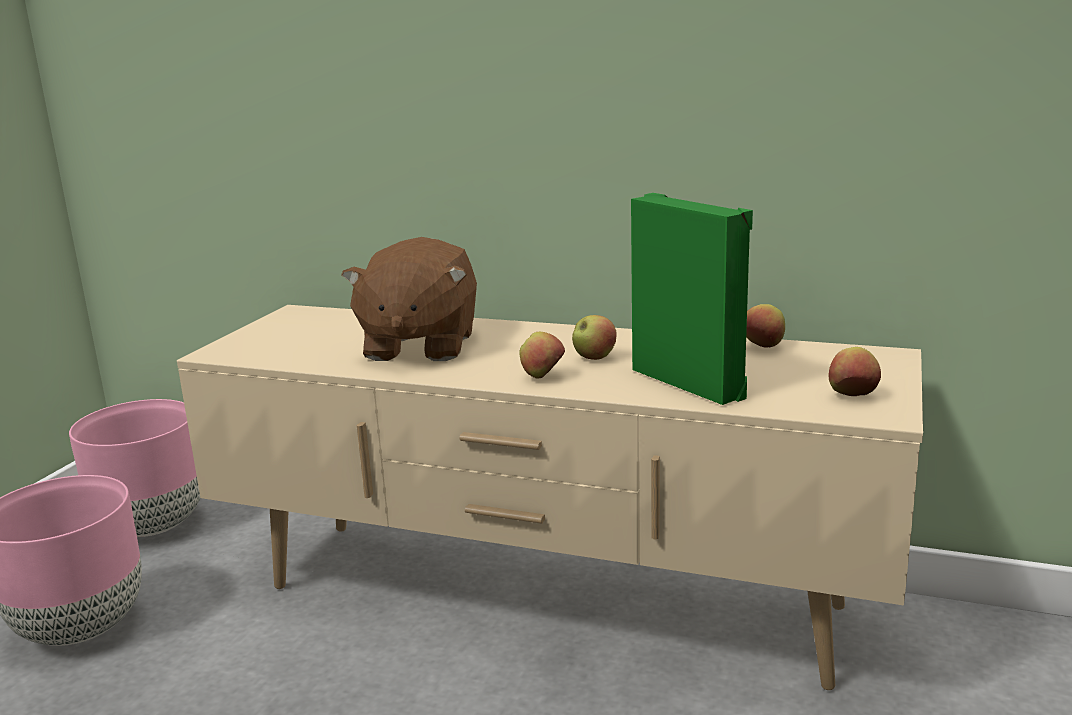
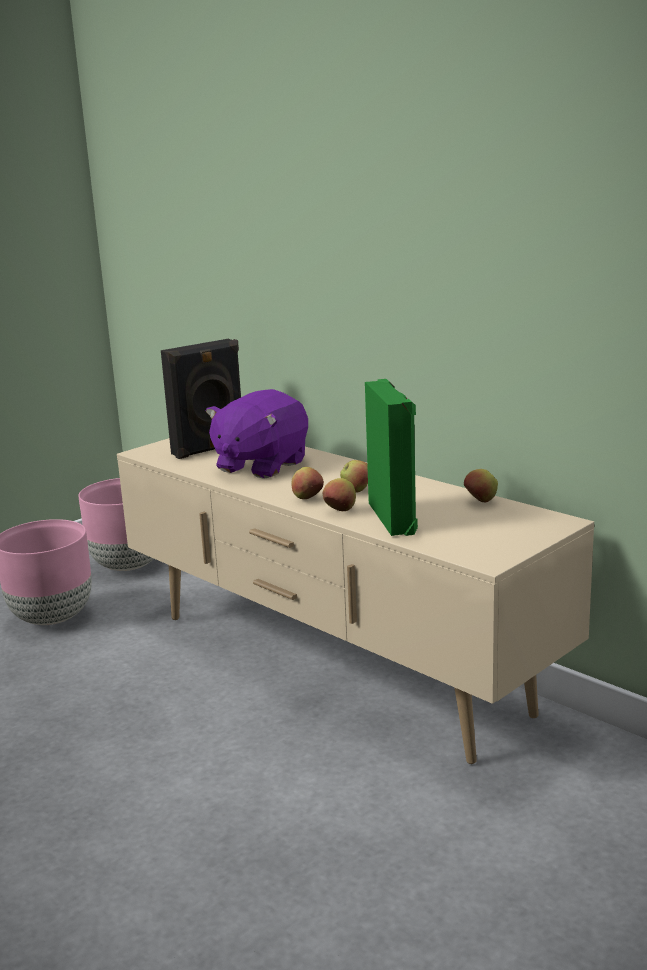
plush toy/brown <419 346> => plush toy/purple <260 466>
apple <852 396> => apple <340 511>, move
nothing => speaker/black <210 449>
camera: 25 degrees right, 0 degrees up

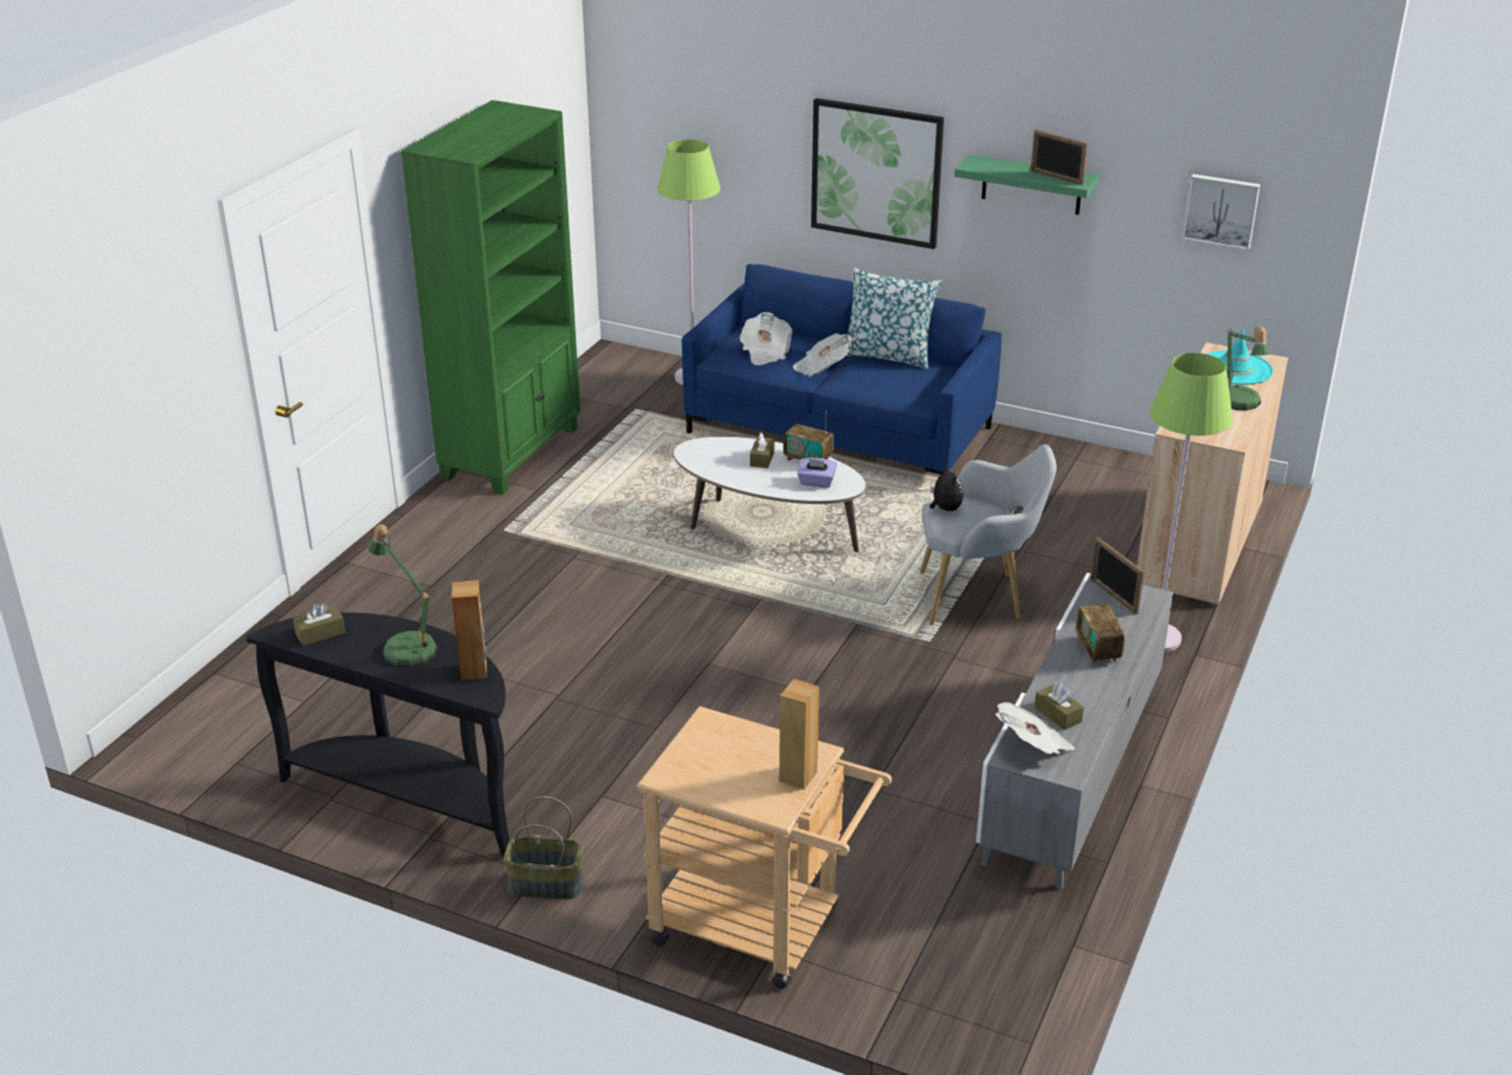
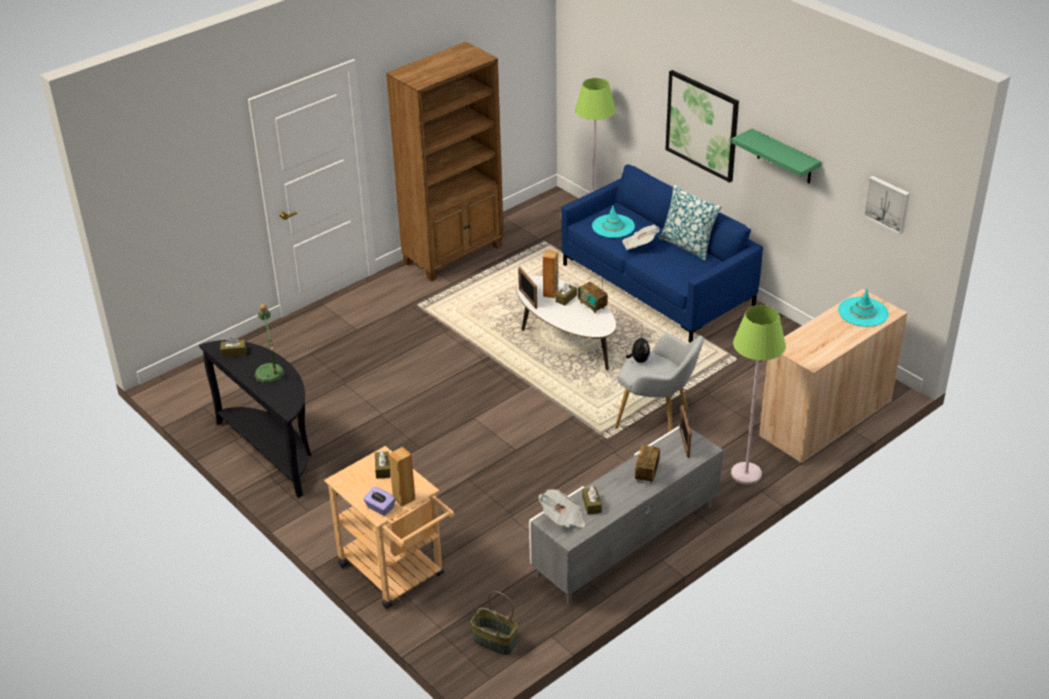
bookcase/green <512 453> => bookcase/brown <454 254>
speaker/brown <474 670> => speaker/brown <551 293>, move
basket <545 885> => basket <494 641>, move
newspaper <765 353> => hat/turquoise <613 226>
tissue box/purple <816 482> => tissue box/purple <380 508>, move
picture frame <1056 177> => picture frame <527 298>, move
table lamp <1239 404> => nothing
nothing => tissue box/brown <383 469>
camera: 25 degrees right, 5 degrees up

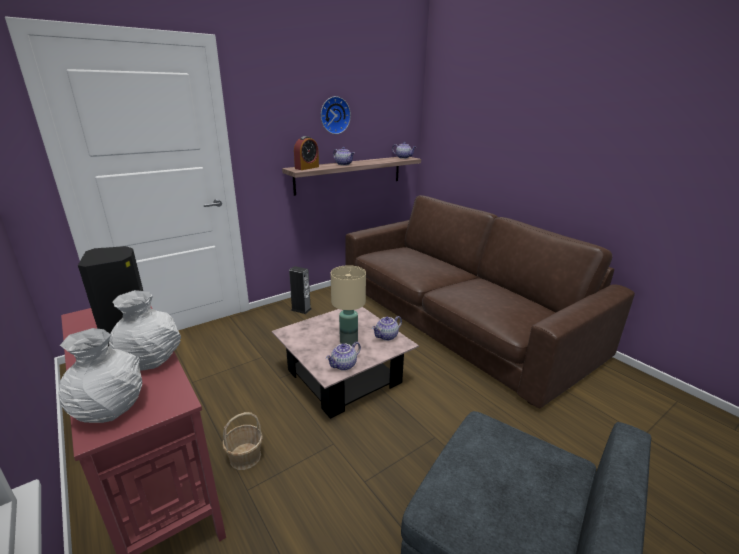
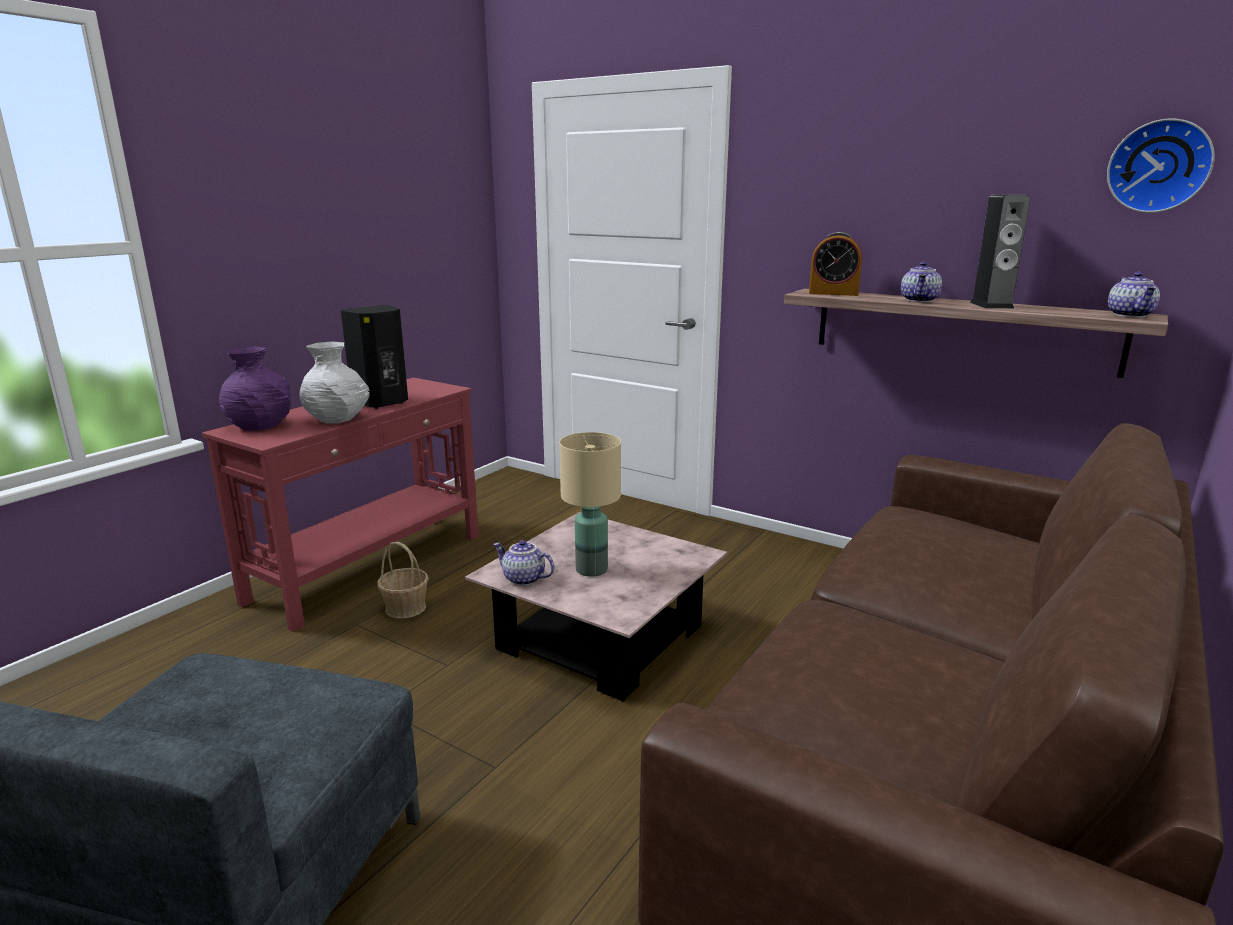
vase/white <110 408> => vase/purple <261 425>
speaker <301 309> => speaker <991 305>, move
wall clock <334 115> => wall clock <1158 166>, move
teapot <387 336> => nothing
camera: 70 degrees right, 5 degrees down

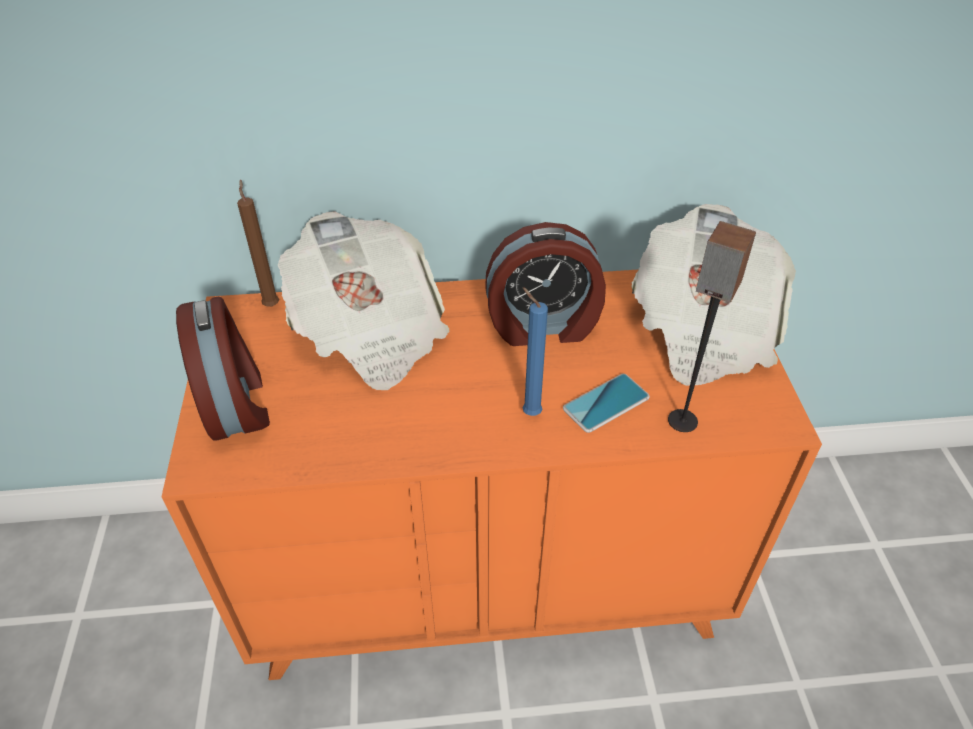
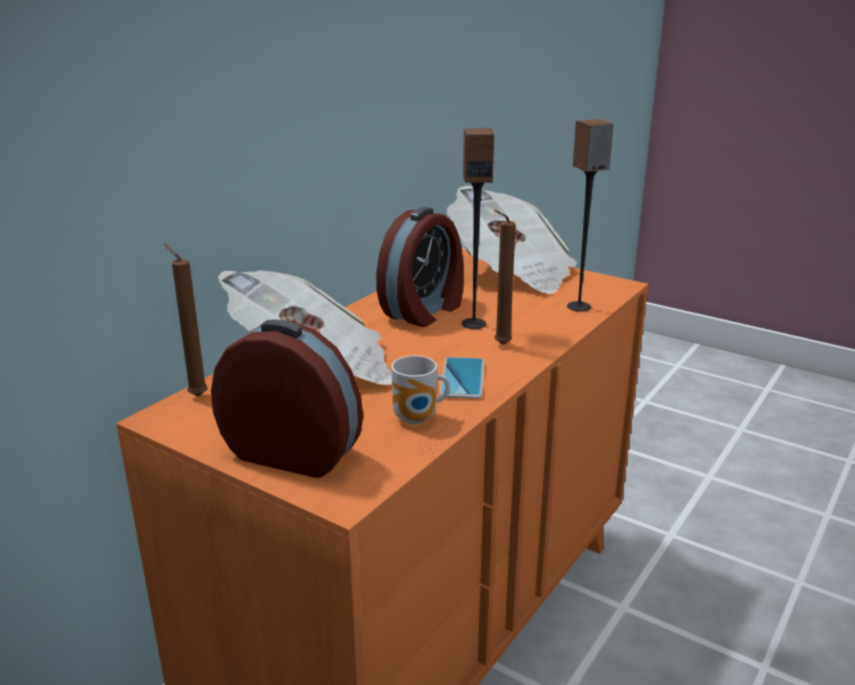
candle/blue <529 412> => candle/brown <499 345>
phone <606 403> => phone <462 379>, move
nothing => mug <418 419>
nothing => speaker <473 323>
camera: 50 degrees left, 20 degrees down

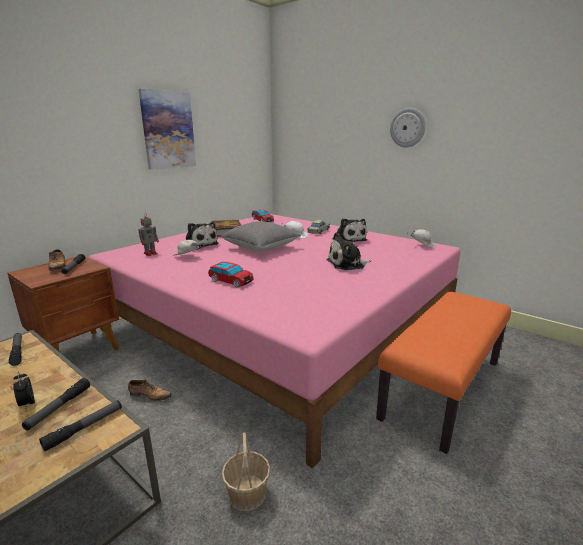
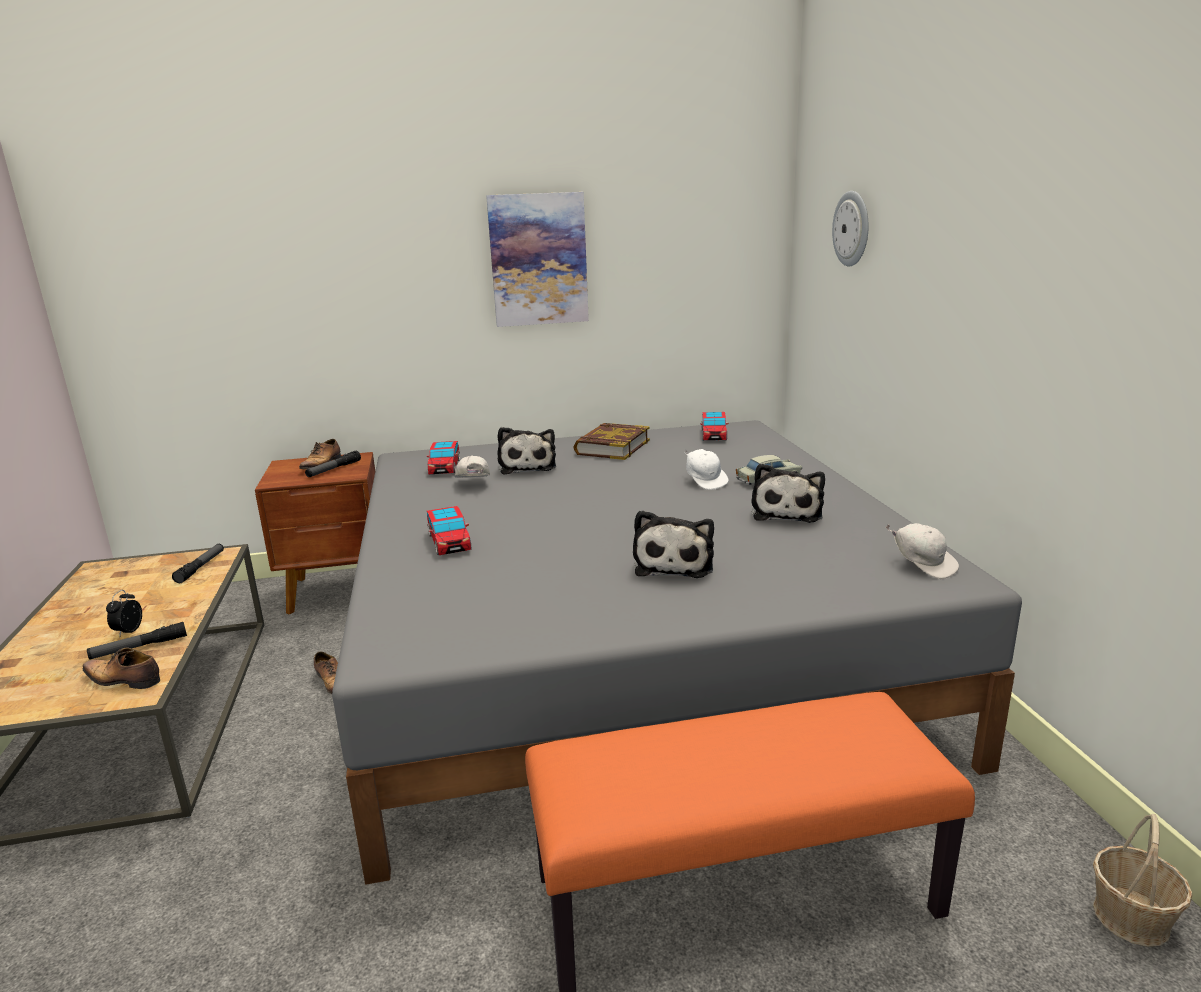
flashlight <84 428> => shoe <123 680>
bed/pink <281 324> => bed/grey <626 646>
toy robot <151 253> => toy car <444 467>
pillow/grey <261 248> => nothing
basket <247 493> => basket <1131 917>, move
plush toy <347 264> => plush toy <674 564>, 105 degrees counterclockwise
wall clock <407 128> => wall clock <852 229>, move
camera: 40 degrees right, 0 degrees up

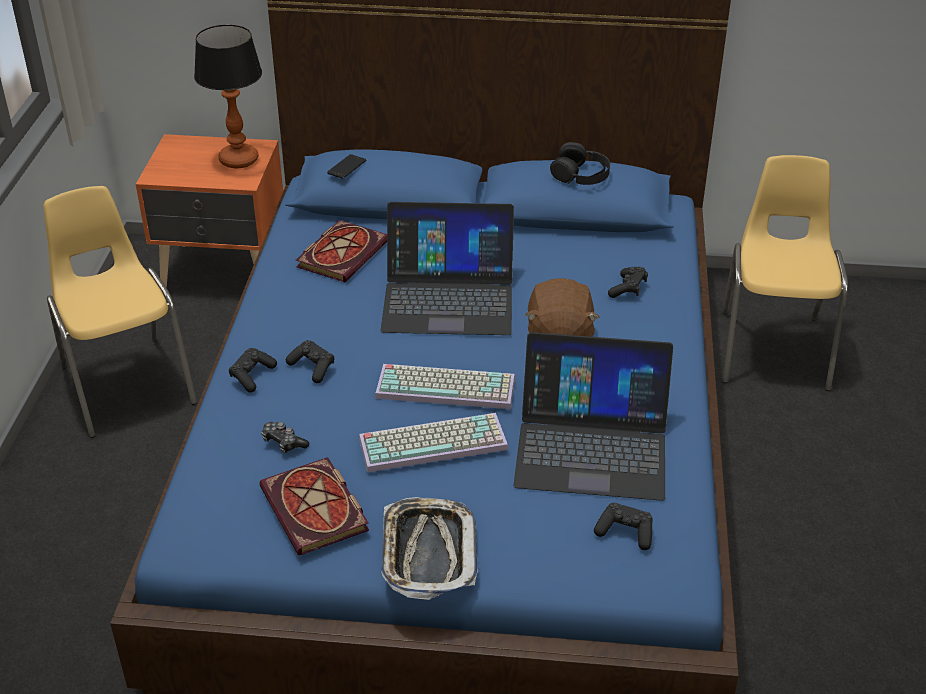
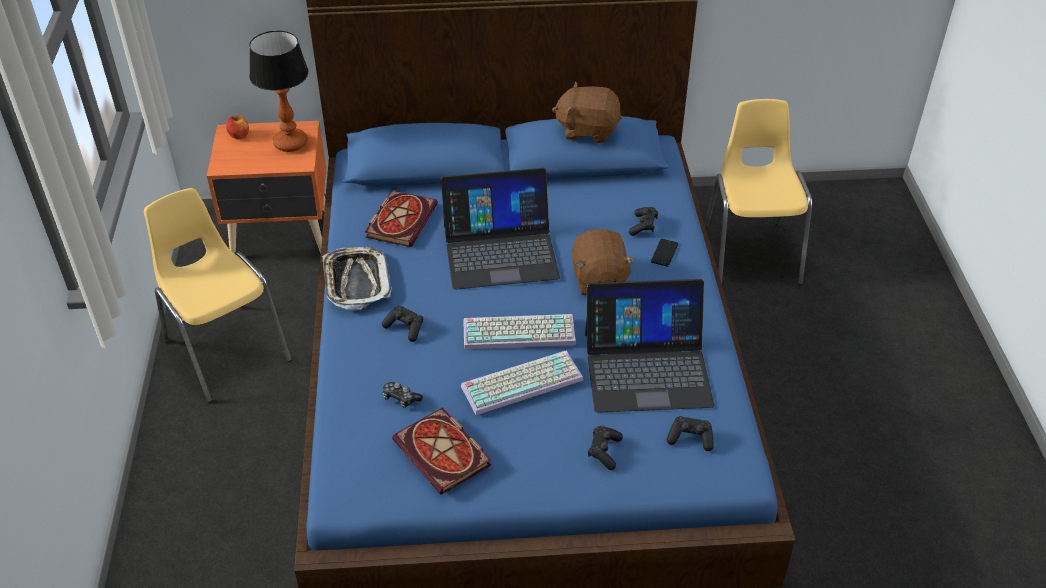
game controller/black <252 376> => game controller/black <604 452>, move
phone <346 167> => phone <664 253>, move
tray <428 552> => tray <356 282>, move
headphones/black <581 174> => plush toy/brown <587 130>
nothing => apple <239 135>
camera: 10 degrees left, 5 degrees up

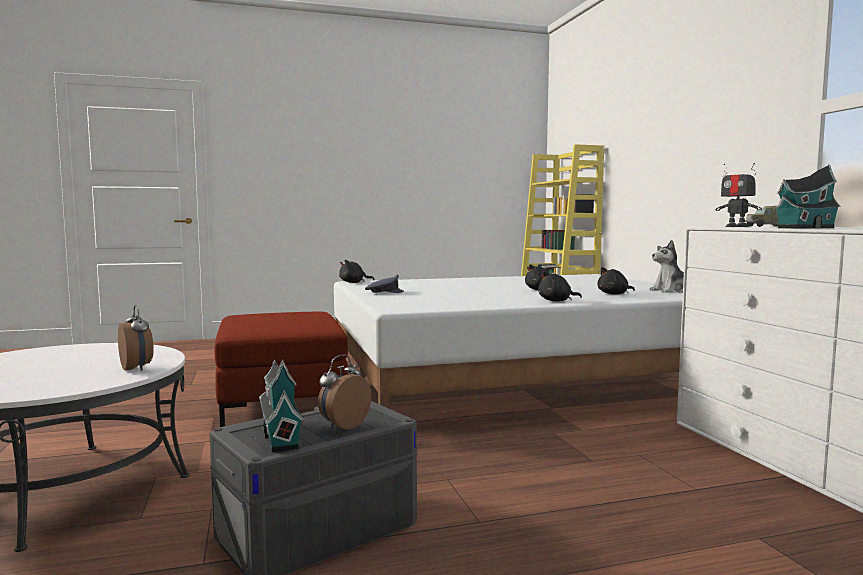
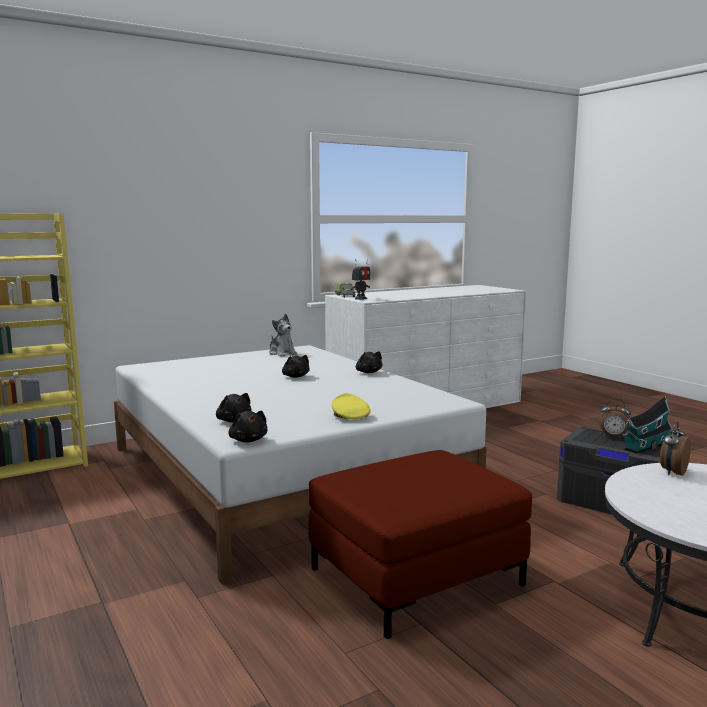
cap/grey <383 292> => cap/yellow <349 416>
plush toy/black <614 294> => plush toy/black <233 421>, move
toy house <804 228> => nothing
camera: 105 degrees left, 5 degrees up

